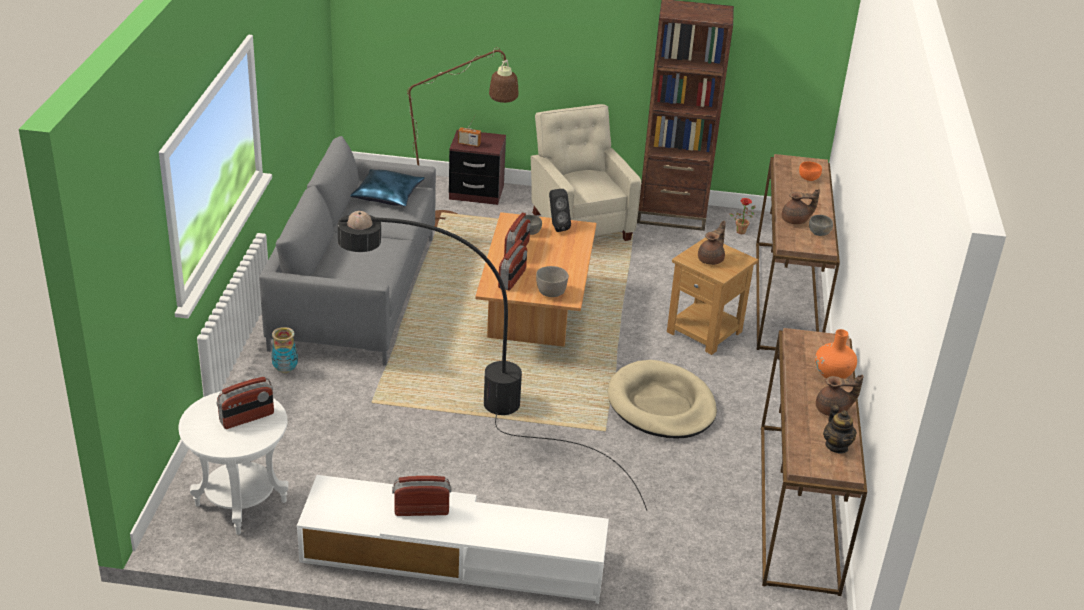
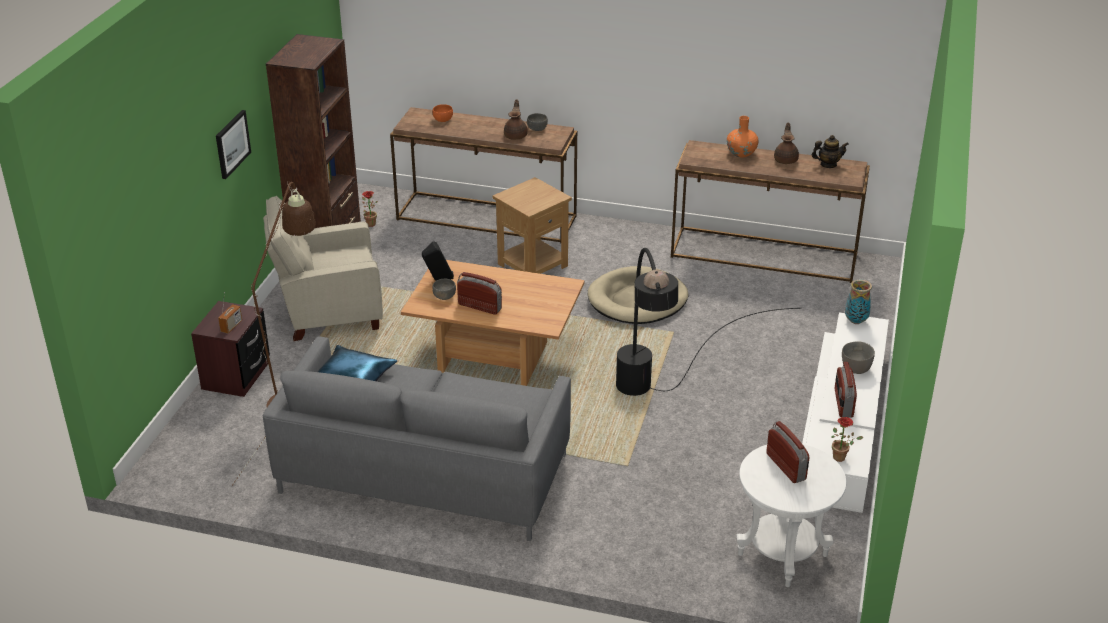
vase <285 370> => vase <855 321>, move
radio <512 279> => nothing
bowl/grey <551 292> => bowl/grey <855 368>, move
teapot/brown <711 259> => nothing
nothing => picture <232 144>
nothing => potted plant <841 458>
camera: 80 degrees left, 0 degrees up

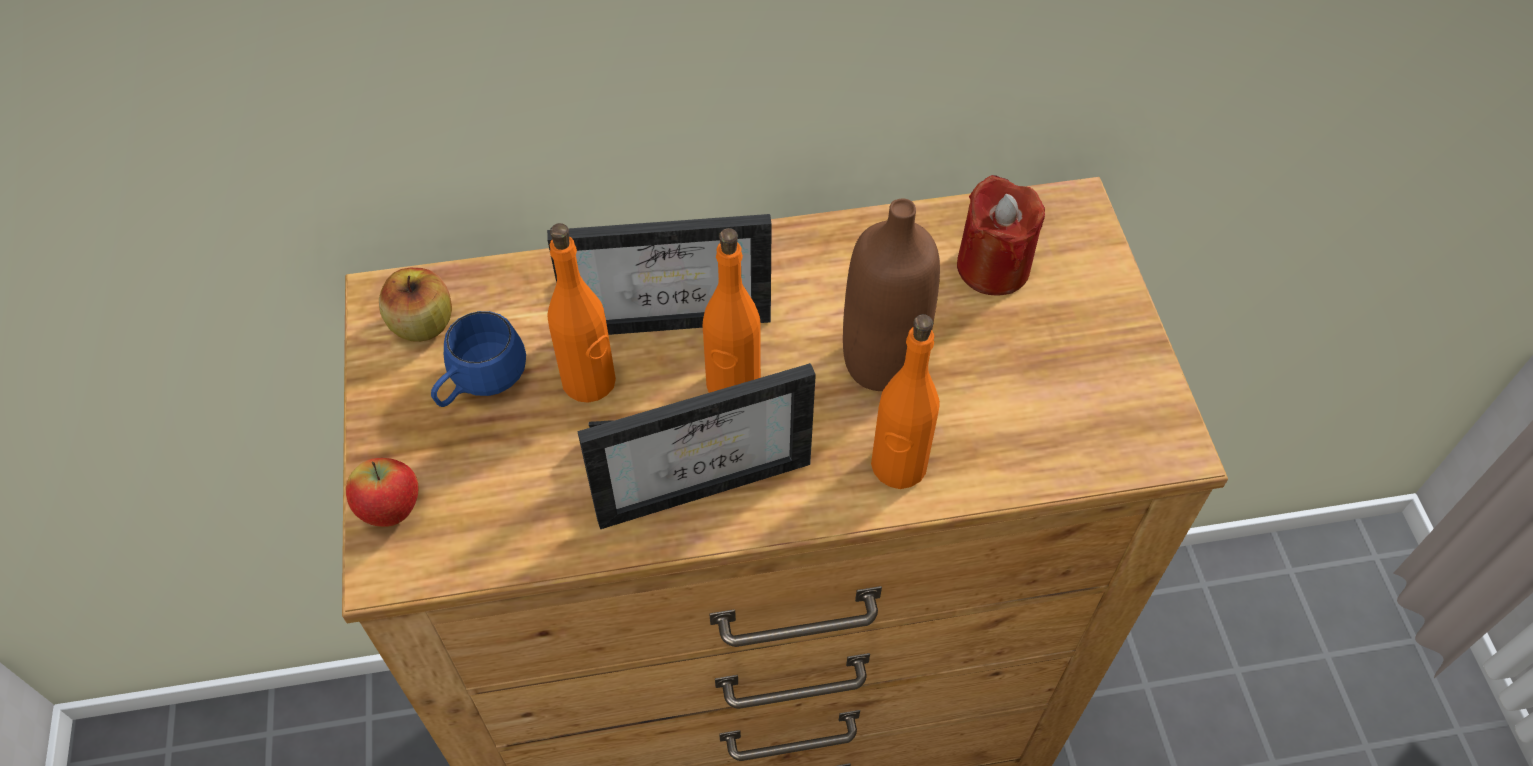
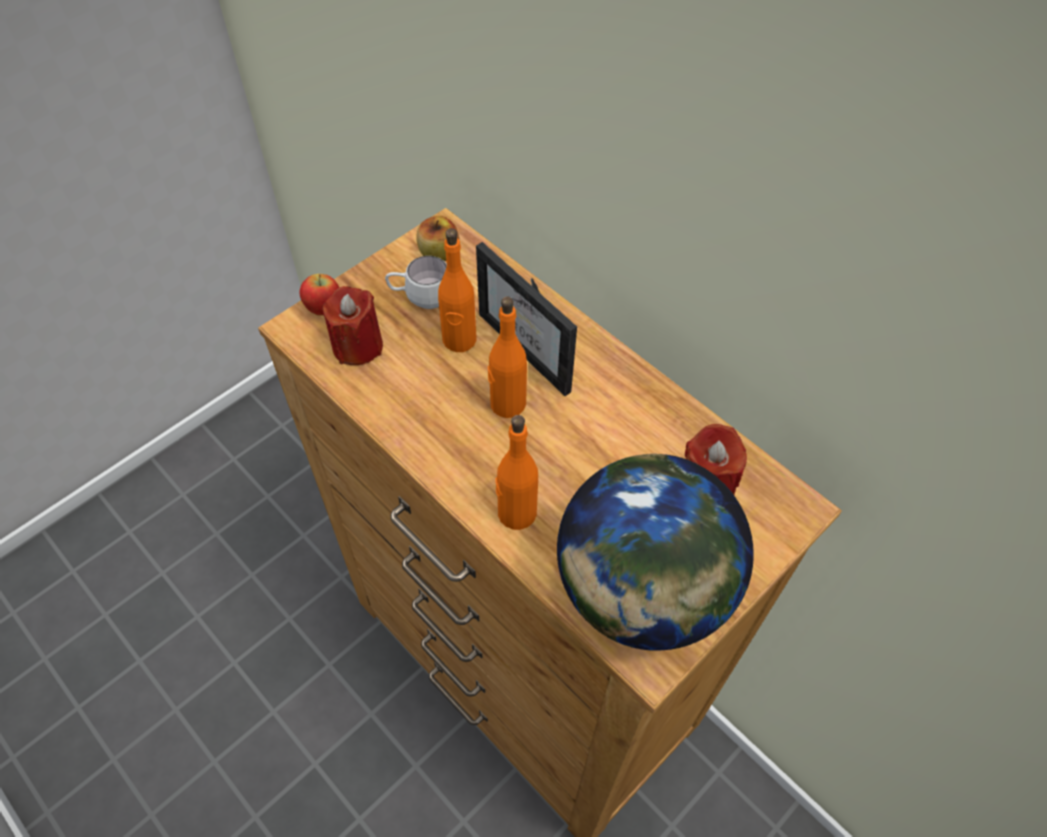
mug/blue <480 385> => mug/white <421 298>
picture frame <702 471> => nothing
bottle/brown <882 361> => nothing
nothing => candle/red <357 346>
nothing => globe <641 590>
camera: 55 degrees right, 0 degrees up

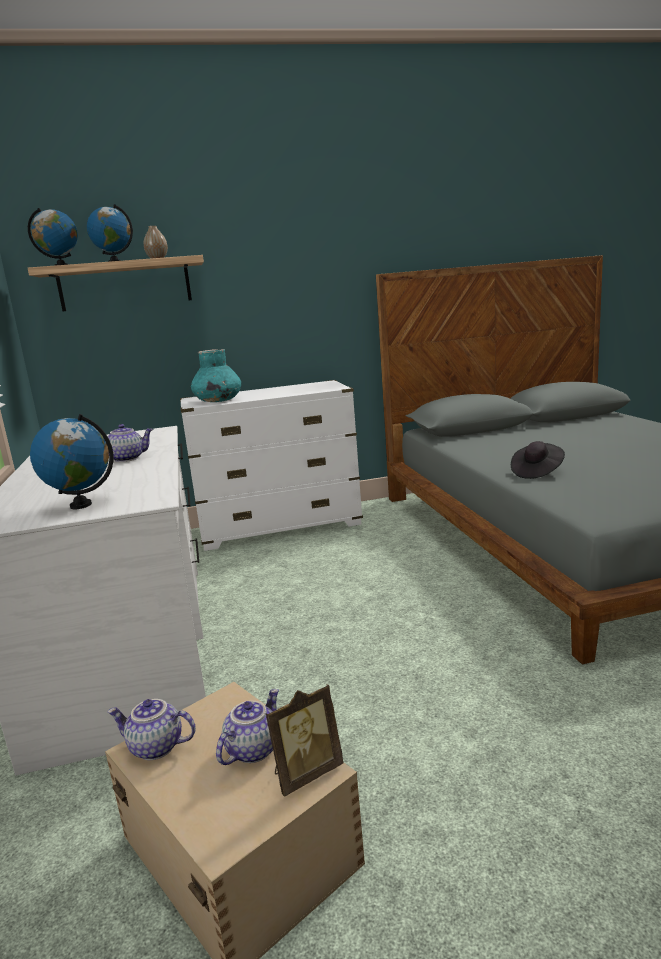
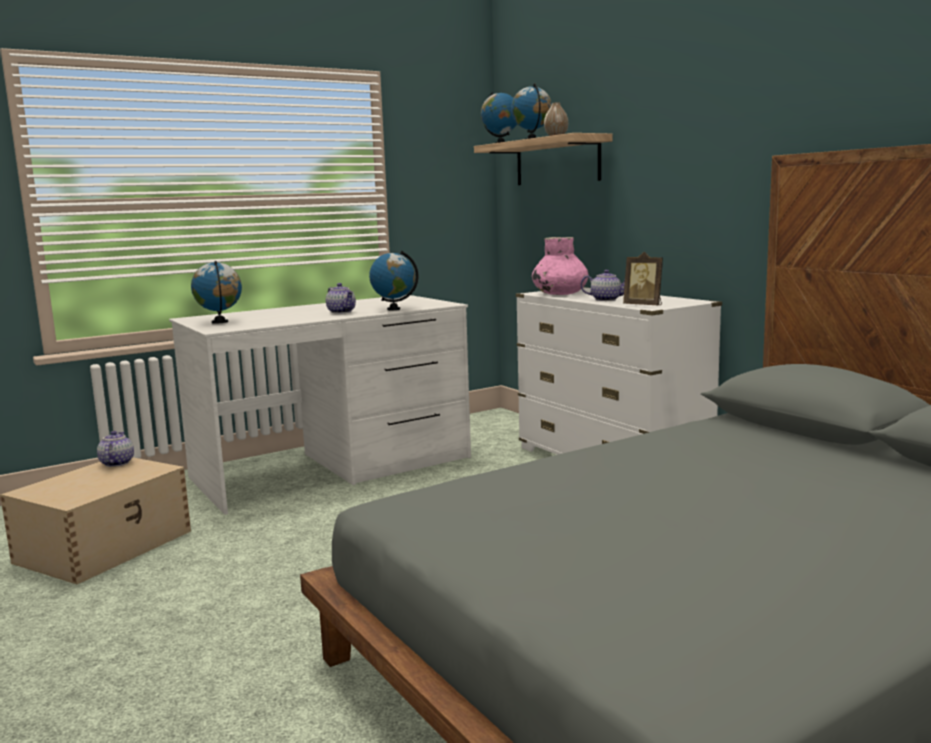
vase/turquoise <218 401> => vase/pink <560 294>
teapot <252 749> => teapot <606 299>, move
picture frame <306 773> => picture frame <644 305>, move
hat/black <536 472> => nothing
nothing => globe <394 309>
camera: 70 degrees right, 5 degrees down

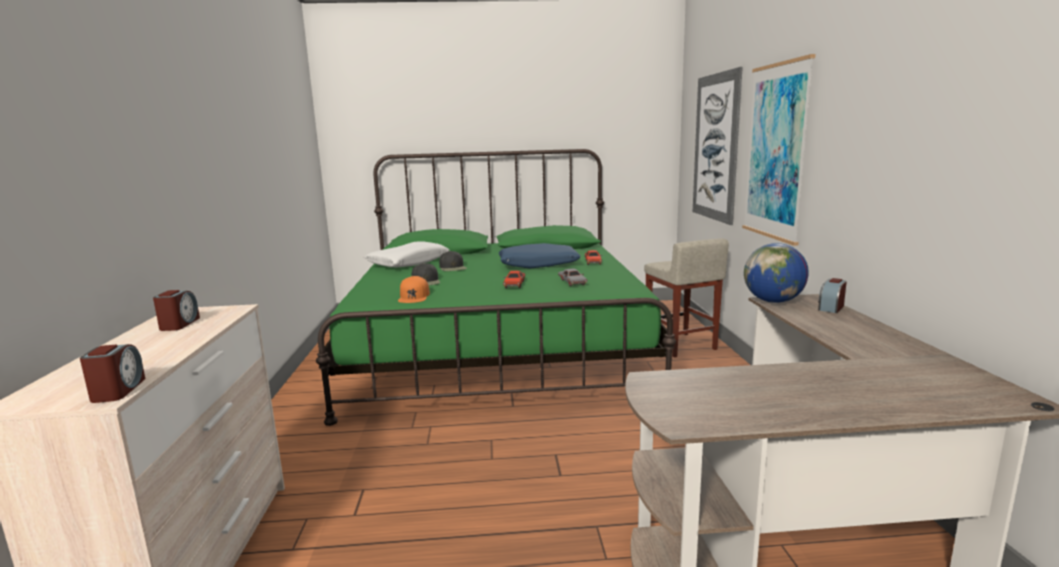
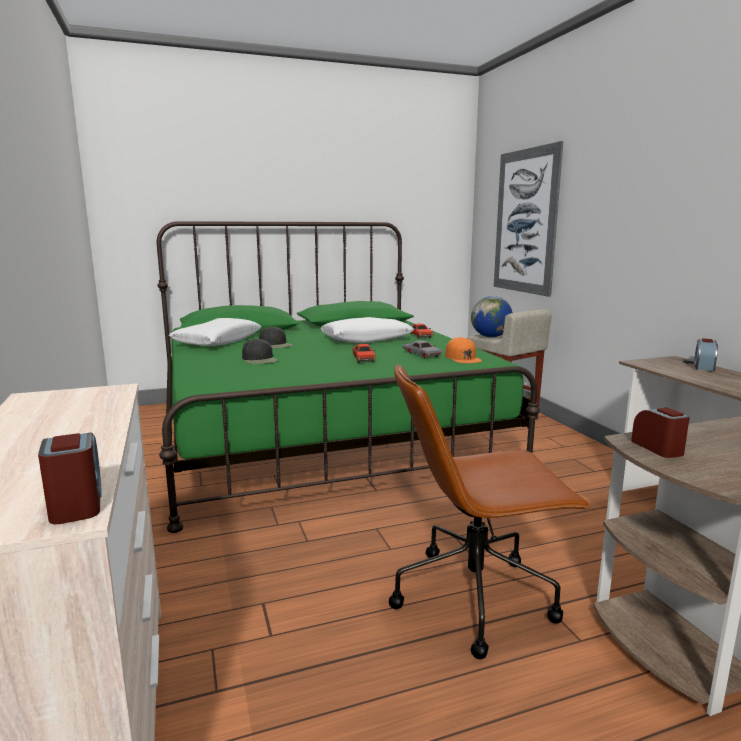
alarm clock <179 324> => alarm clock <658 448>, move
cap/orange <414 296> => cap/orange <463 358>, move
pillow/blue <538 264> => pillow/white <366 339>
picture <776 152> => nothing
globe <773 301> => globe <490 337>, move
nothing => office chair/brown <476 597>
camera: 15 degrees left, 0 degrees up

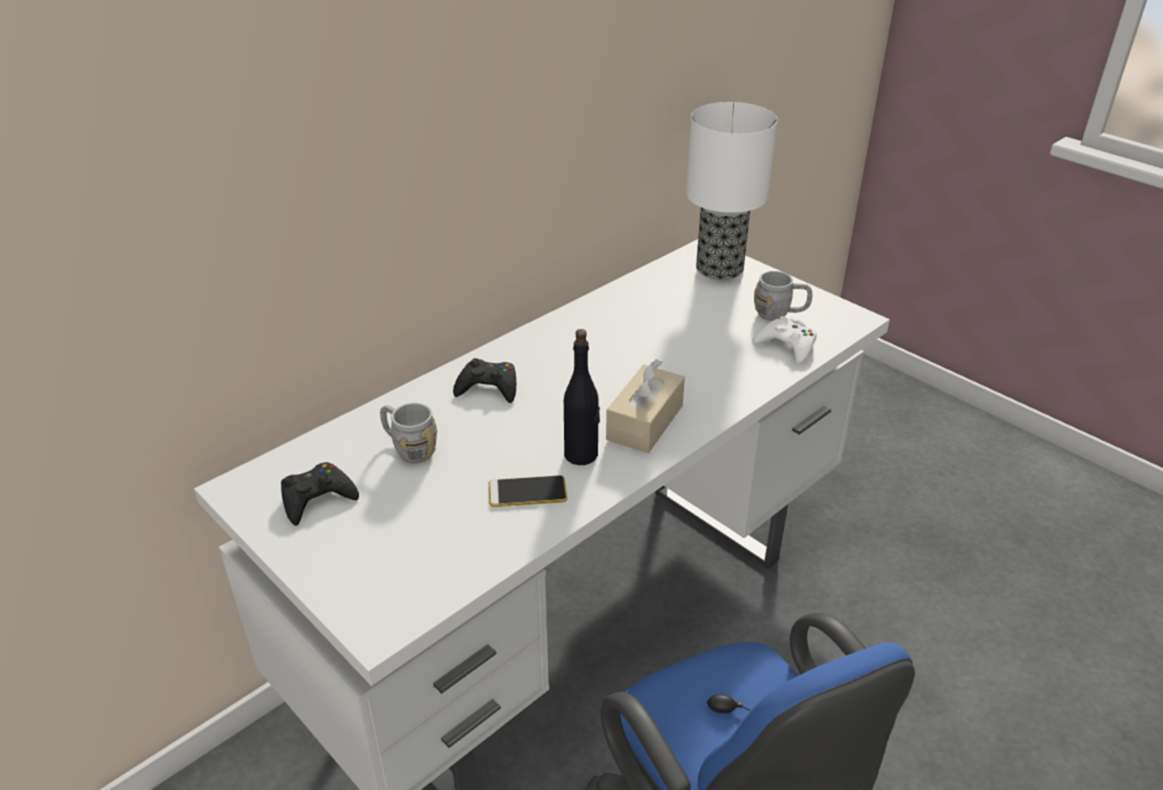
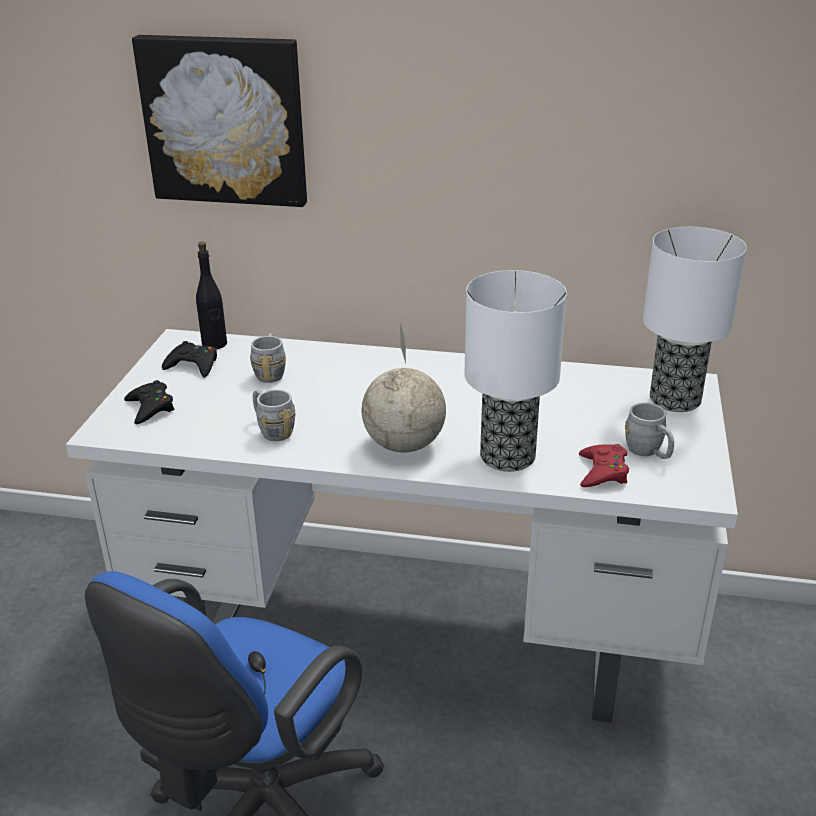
game controller/black <488 387> => game controller/black <150 407>, move
phone <527 492> => mug/grey <272 430>
bottle/black <581 454> => bottle/black <214 344>, move
tissue box/beige <645 422> => globe <405 444>
game controller/white <786 345> => game controller/red <602 472>
nothing => picture <225 120>
nothing => table lamp <509 457>
camera: 55 degrees right, 5 degrees down

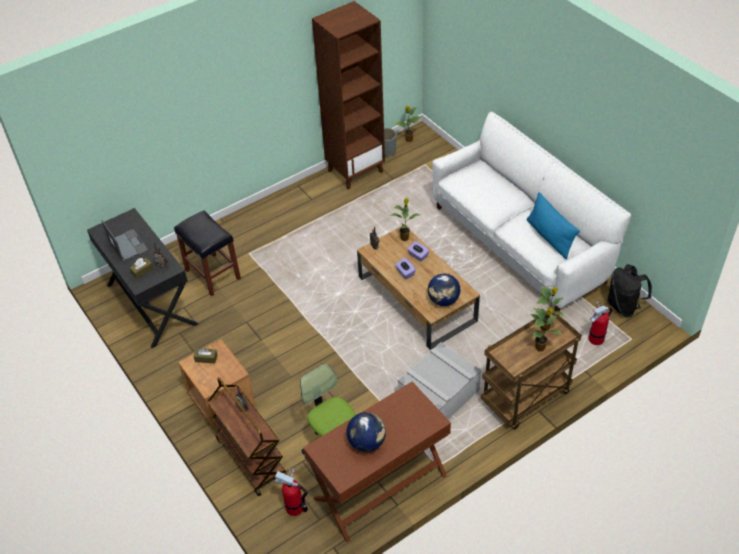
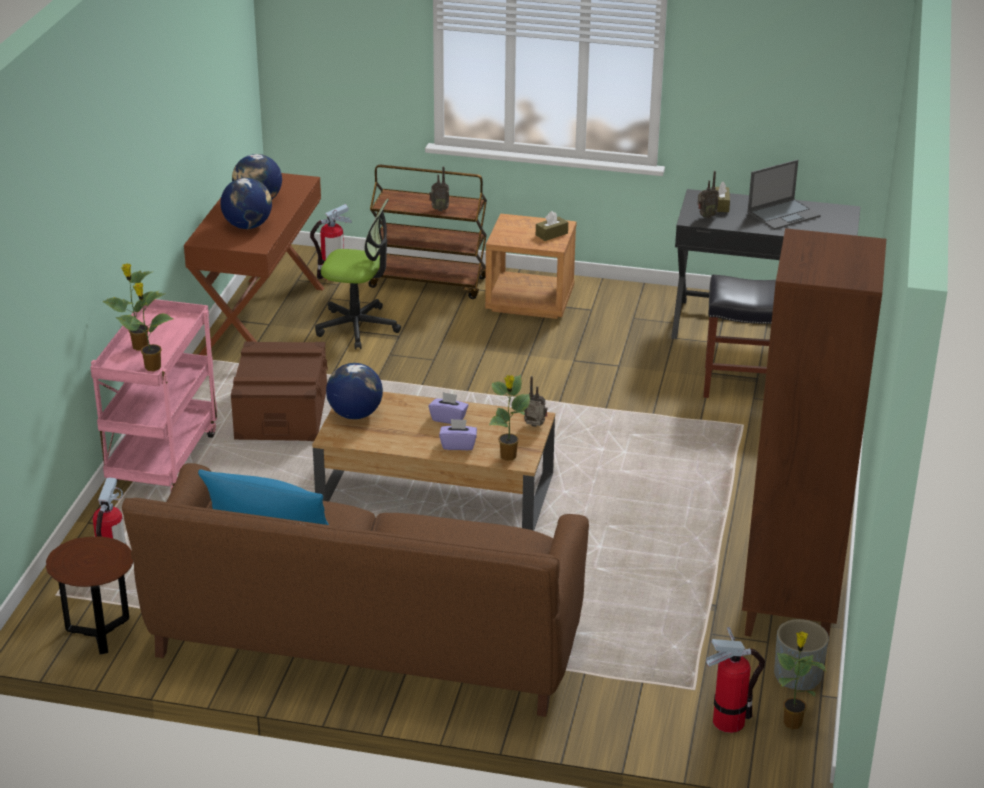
laptop <127 245> => laptop <784 214>, 45 degrees counterclockwise
storage box/grey <439 395> => storage box/brown <281 413>
sofa/white <519 243> => sofa/brown <364 641>
cart/brown <525 399> => cart/pink <162 459>
backpack/black <624 306> => side table/brown <99 634>
nothing => globe <248 226>
nothing => fire extinguisher <729 721>
camera: 135 degrees right, 15 degrees down

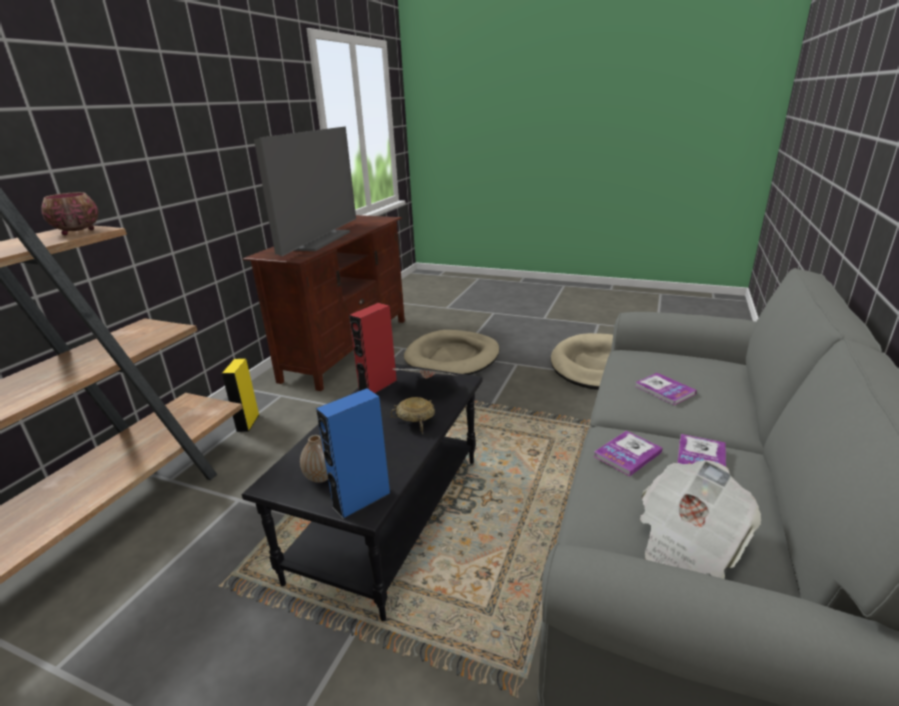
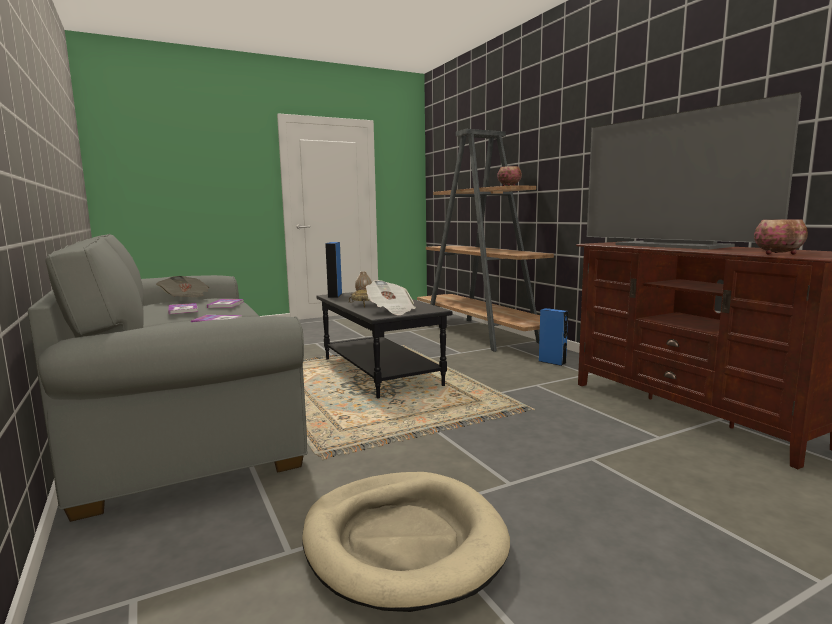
speaker/yellow <248 422> => speaker/blue <552 362>
speaker/red <378 386> => nothing
dog bed/beige <452 357> => nothing
nothing => bowl <779 254>
camera: 130 degrees right, 15 degrees down

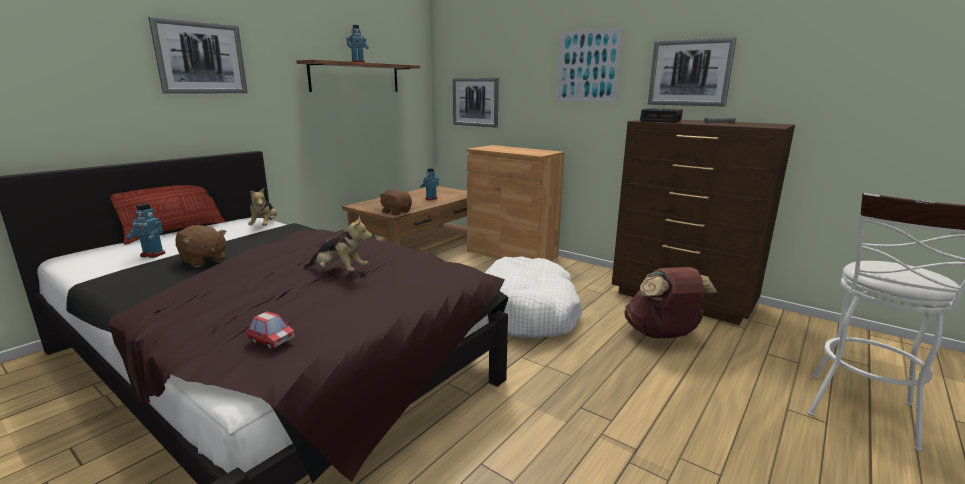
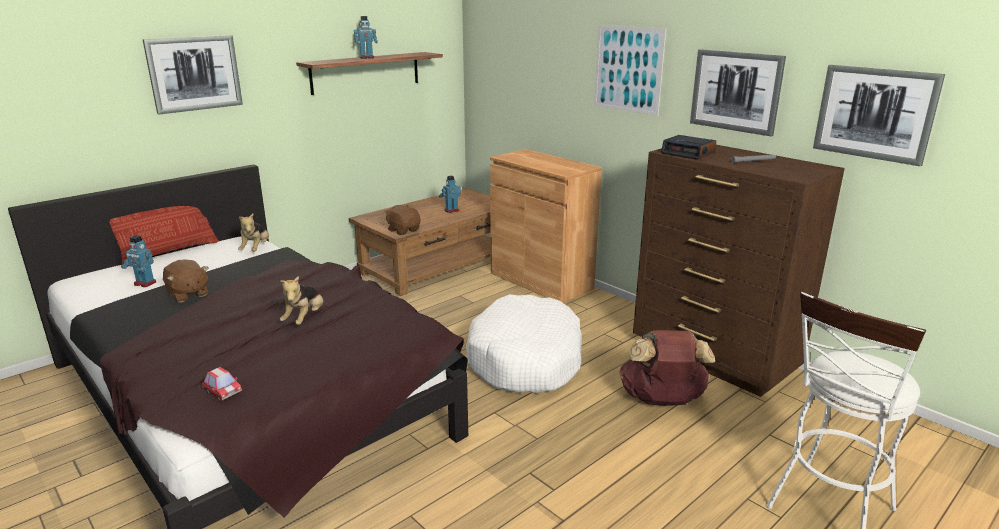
plush toy <339 271> => plush toy <305 319>, 75 degrees clockwise
picture <475 102> => picture <874 113>, move
camera: 10 degrees right, 5 degrees up

